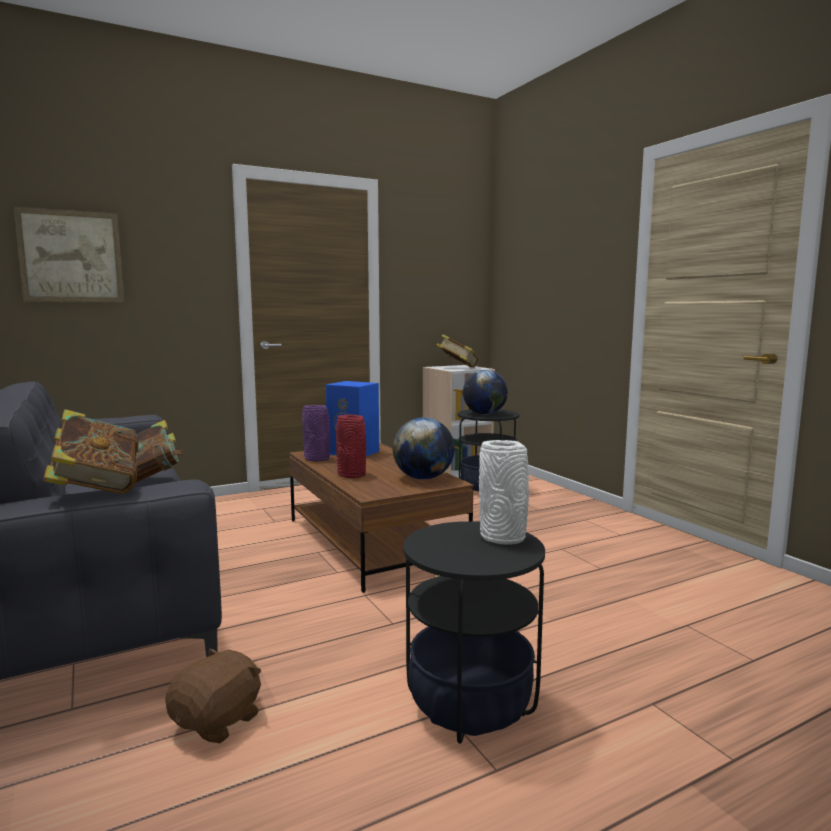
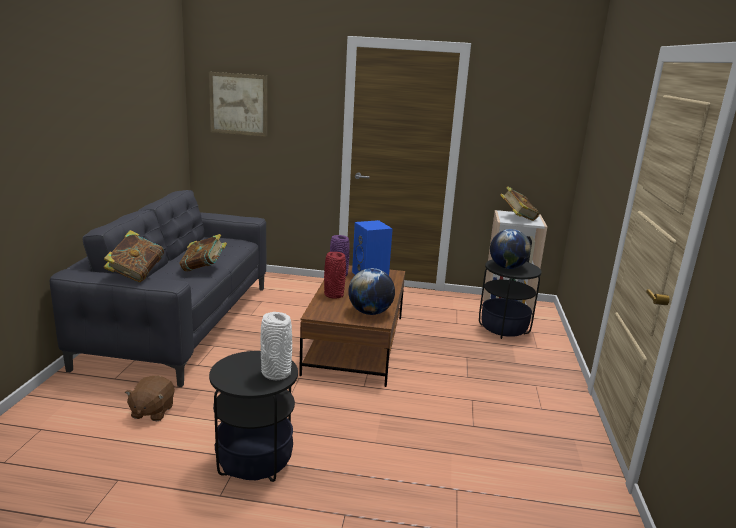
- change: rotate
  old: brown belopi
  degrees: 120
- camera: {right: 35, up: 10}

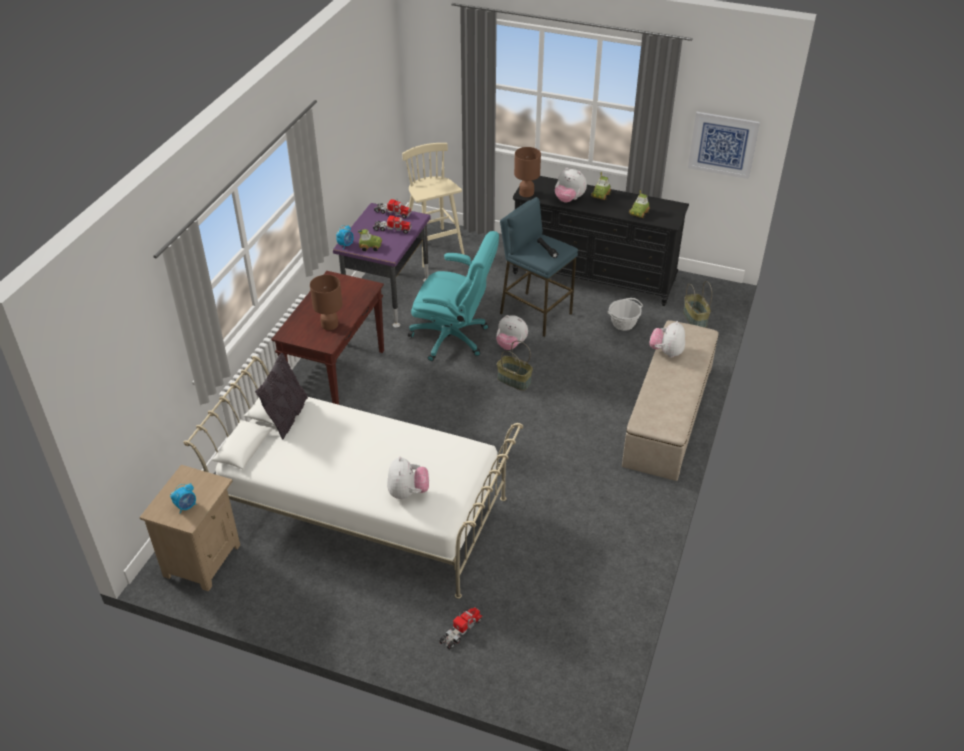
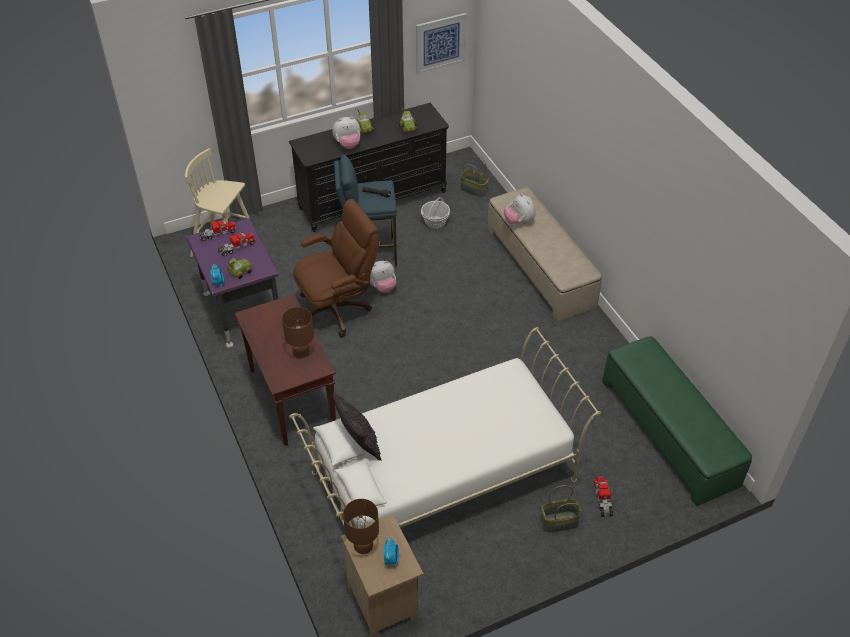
- change: move
  old: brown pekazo (2nd from left)
- change: recolor
  old: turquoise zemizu
  new: brown zemizu
- change: move
  old: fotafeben (1st from left in the first image)
  new: fotafeben (3rd from left)
- change: delete
  old: belopi (1st from left)
- change: insert
  new: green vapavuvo
- camera: {right: -45, up: 5}

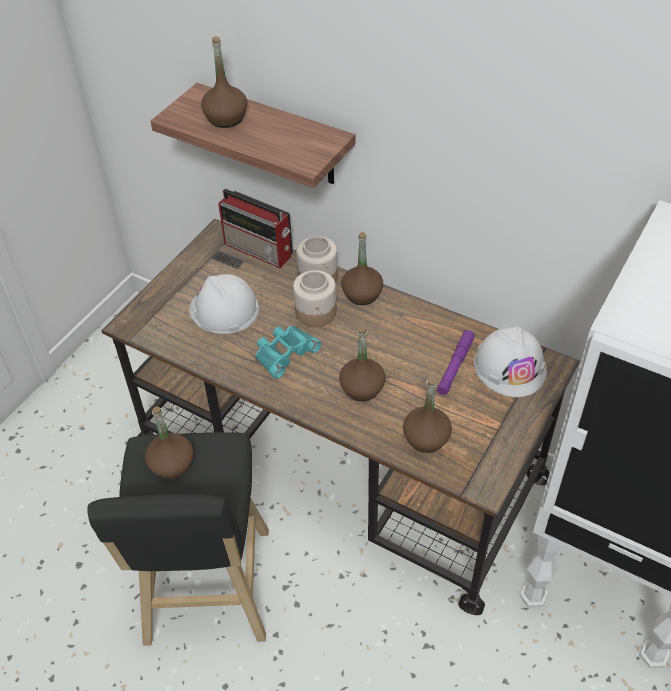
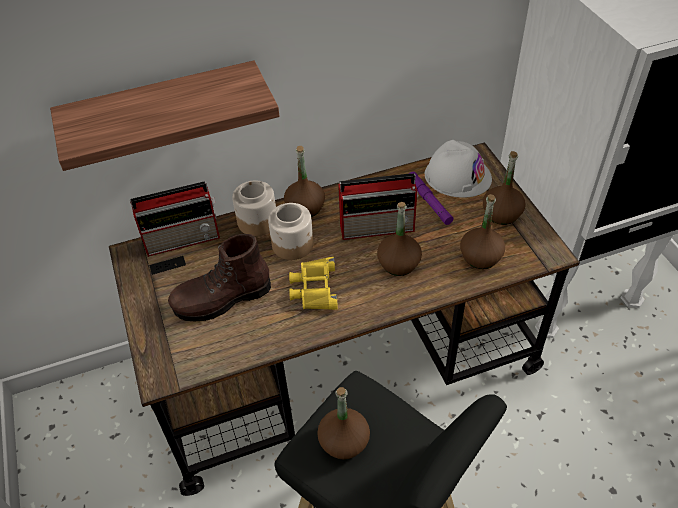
- change: move
  old: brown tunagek (2nd from left in the first image)
  new: brown tunagek (5th from left)
- change: replace
  old: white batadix (1st from left)
  new: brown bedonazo
- change: recolor
  old: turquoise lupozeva
  new: yellow lupozeva
- change: insert
  new: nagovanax (2nd from left)
- camera: {right: -50, up: 0}

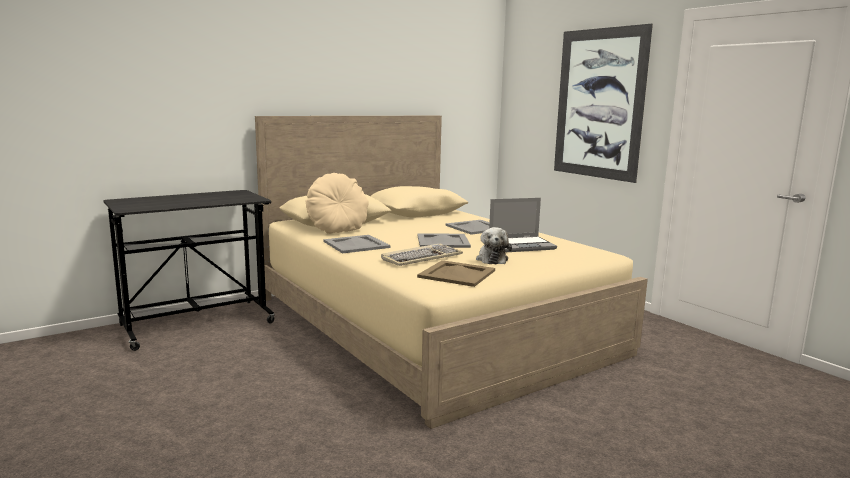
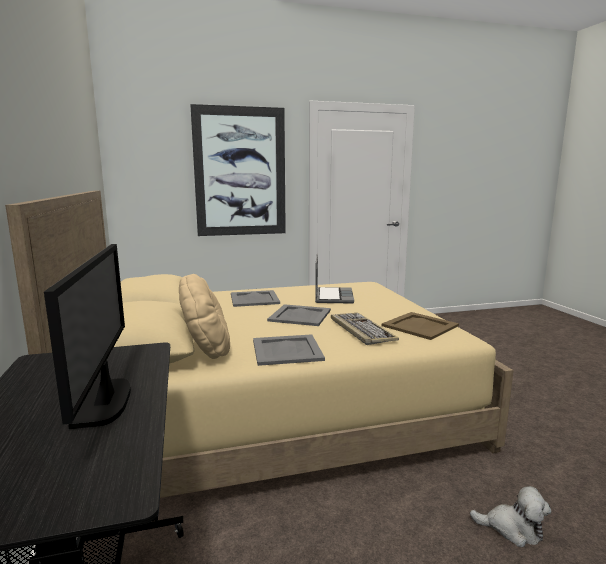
- change: move
  old: belopi
- change: insert
  new: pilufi
- camera: {right: -70, up: 0}

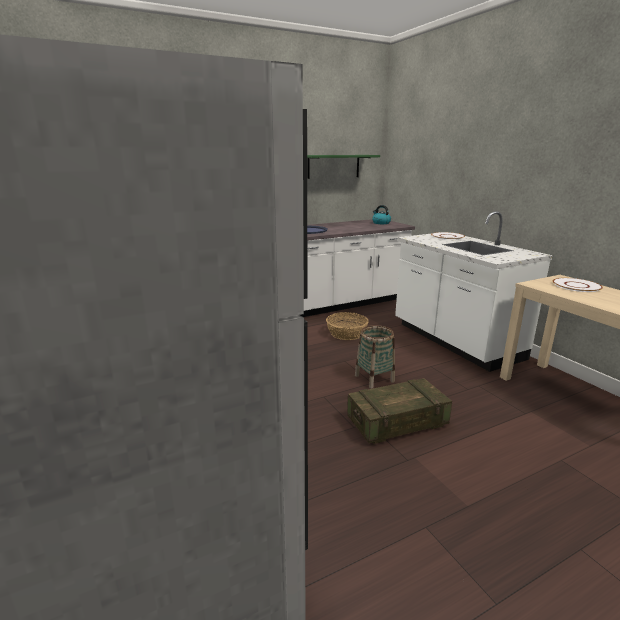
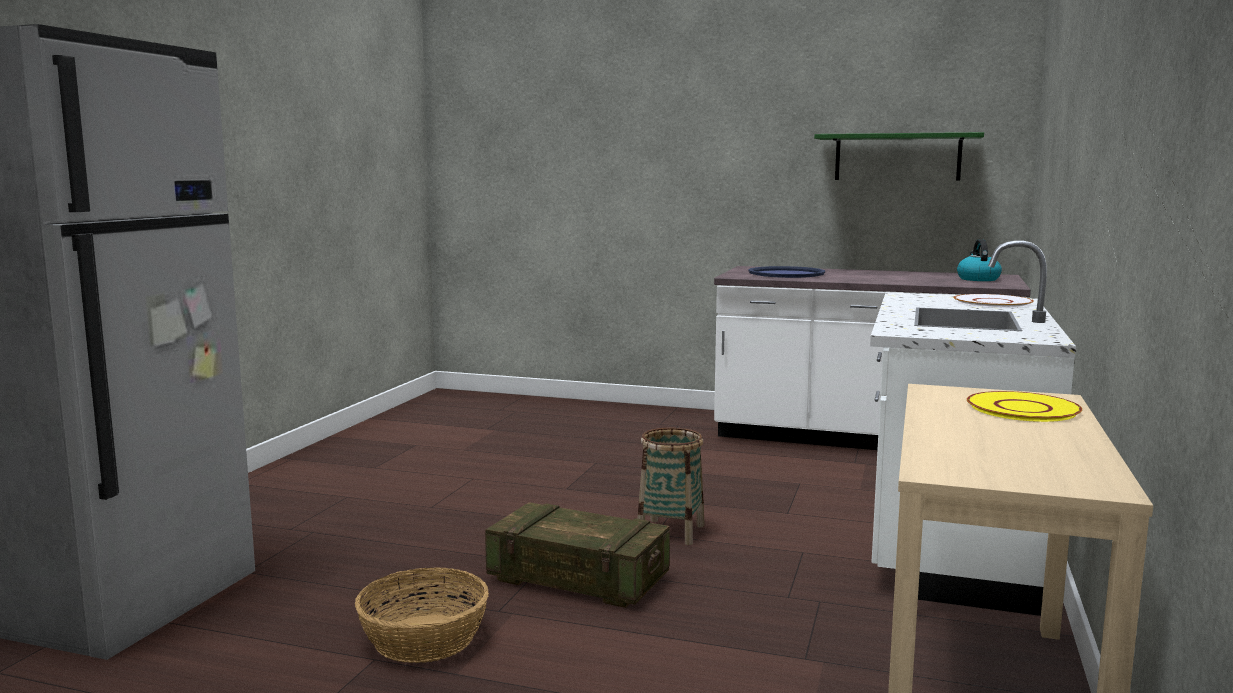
- change: recolor
  old: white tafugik (2nd from left)
  new: yellow tafugik
- change: move
  old: fotafeben (1st from left)
- camera: {right: 45, up: -10}

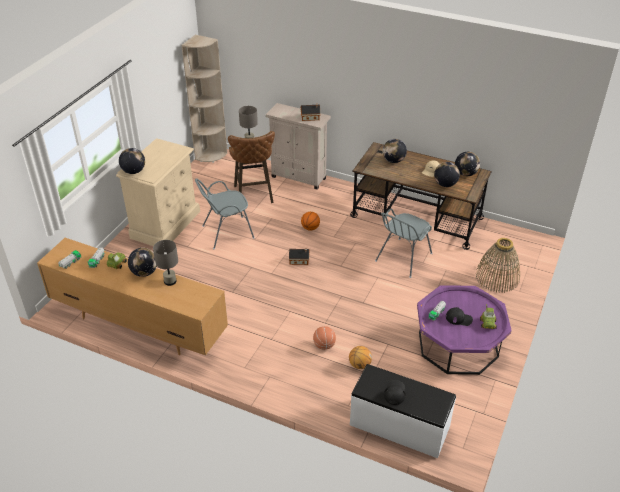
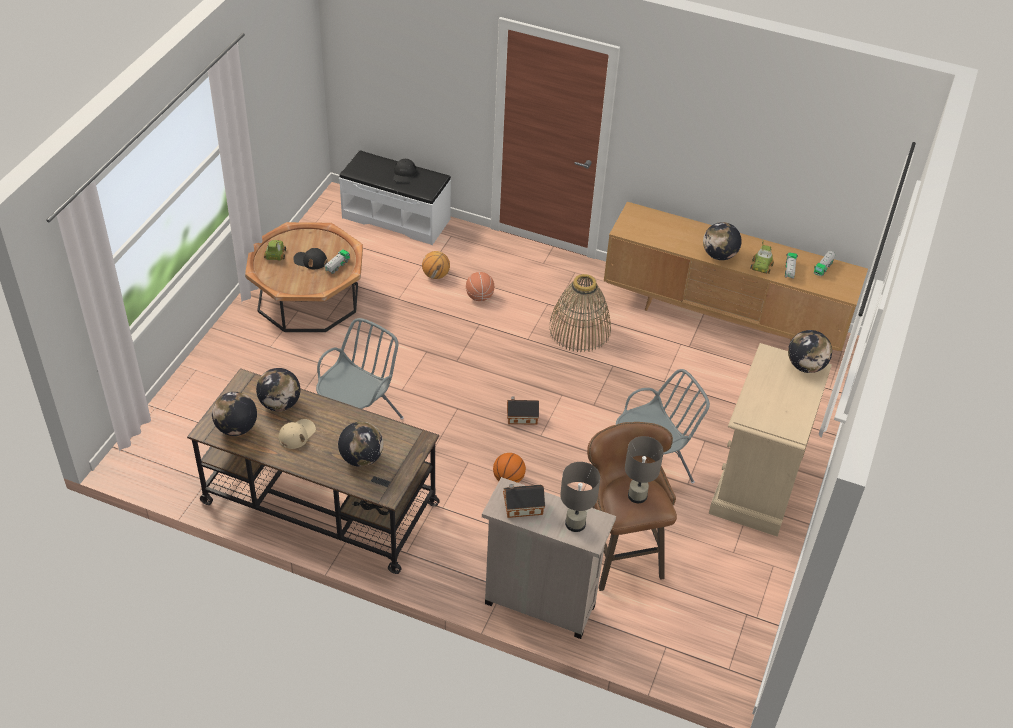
- change: delete
  old: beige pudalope
- change: move
  old: fotafeben
- change: move
  old: grey pekazo (1st from left)
- change: recolor
  old: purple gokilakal
  new: brown gokilakal
- camera: {right: 175, up: 5}

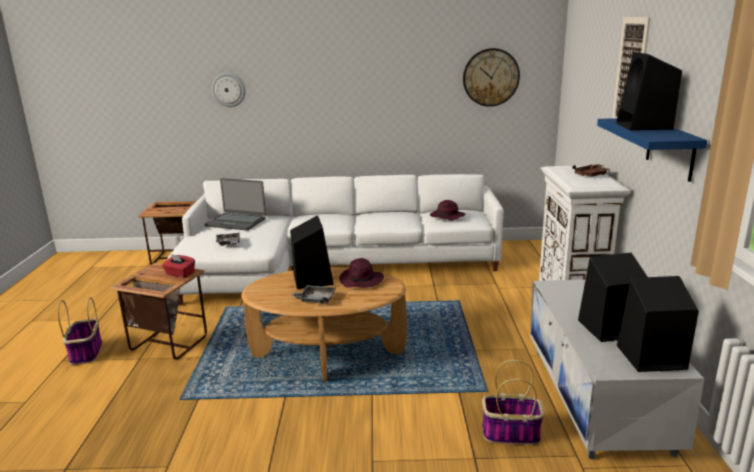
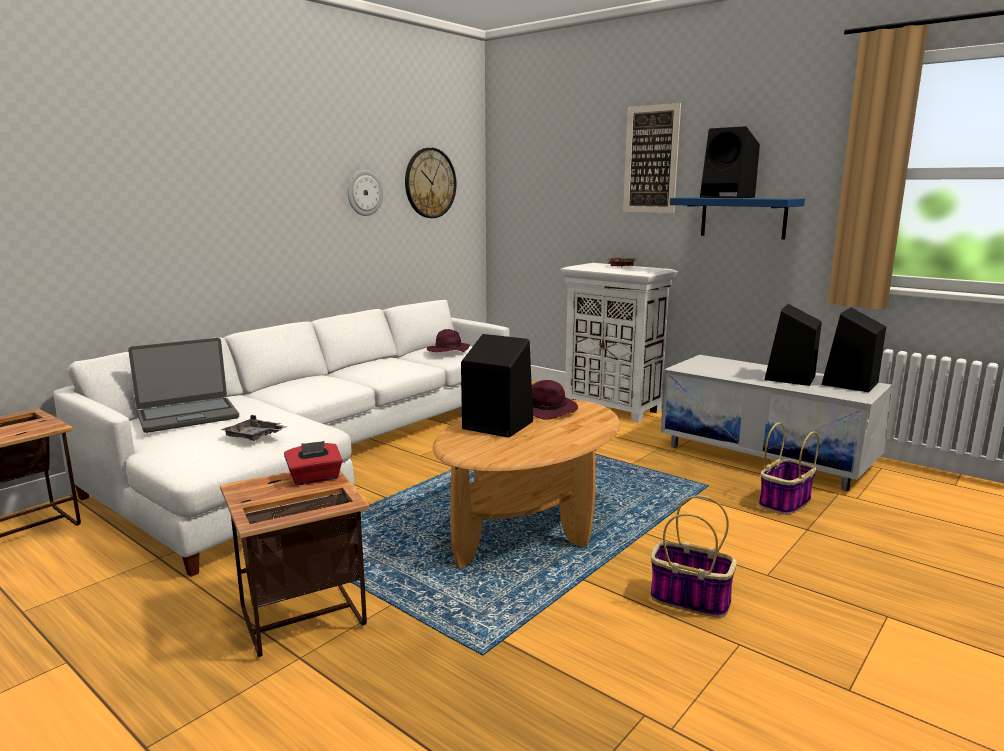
- change: move
  old: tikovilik (1st from left)
- change: delete
  old: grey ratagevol (2nd from left)
- change: move
  old: fotafeben (1st from left)
- camera: {right: -50, up: -5}

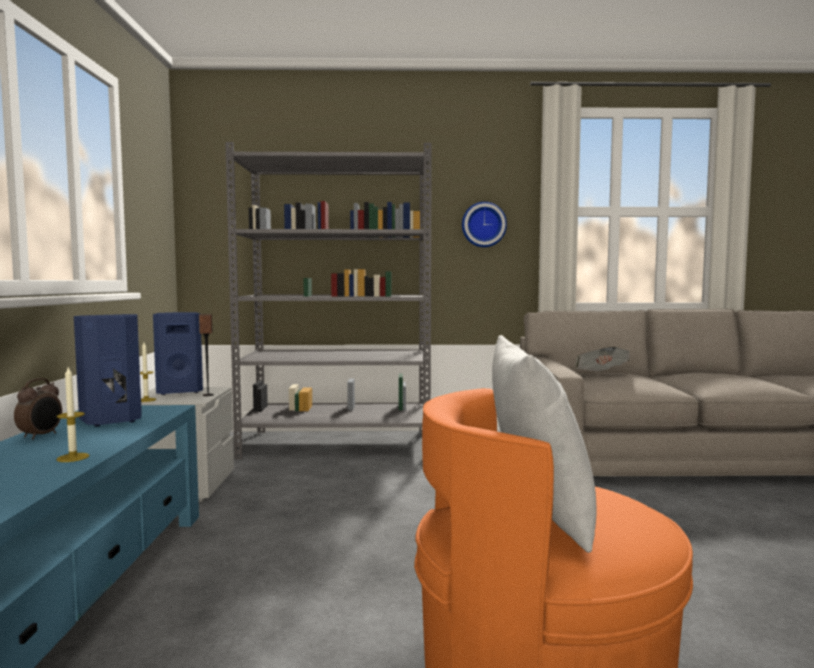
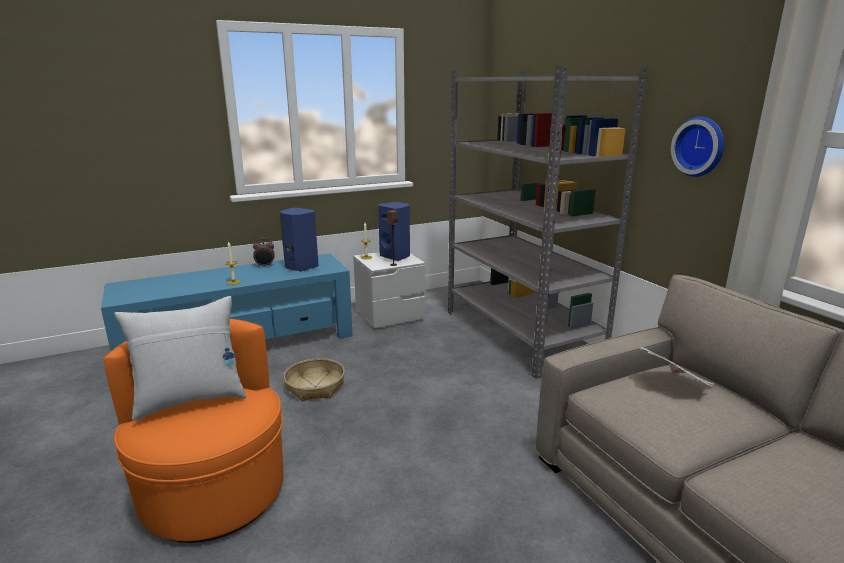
- change: insert
  new: fotafeben
- camera: {right: 65, up: 15}

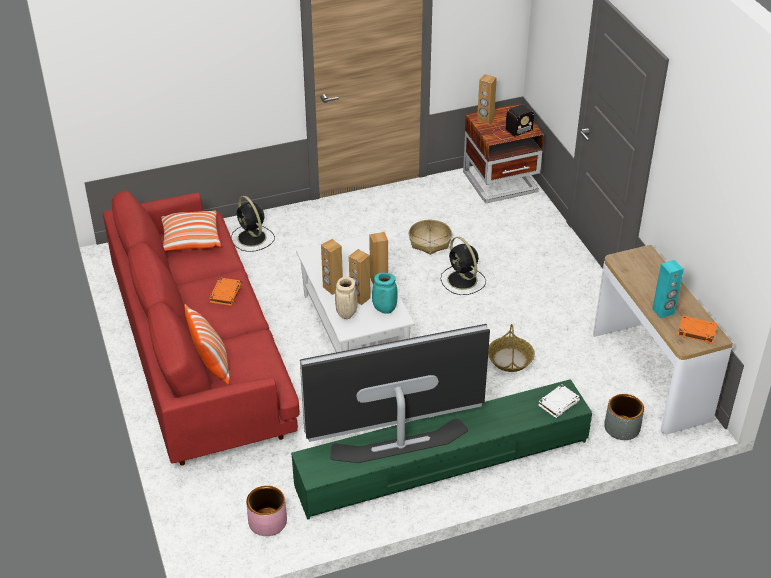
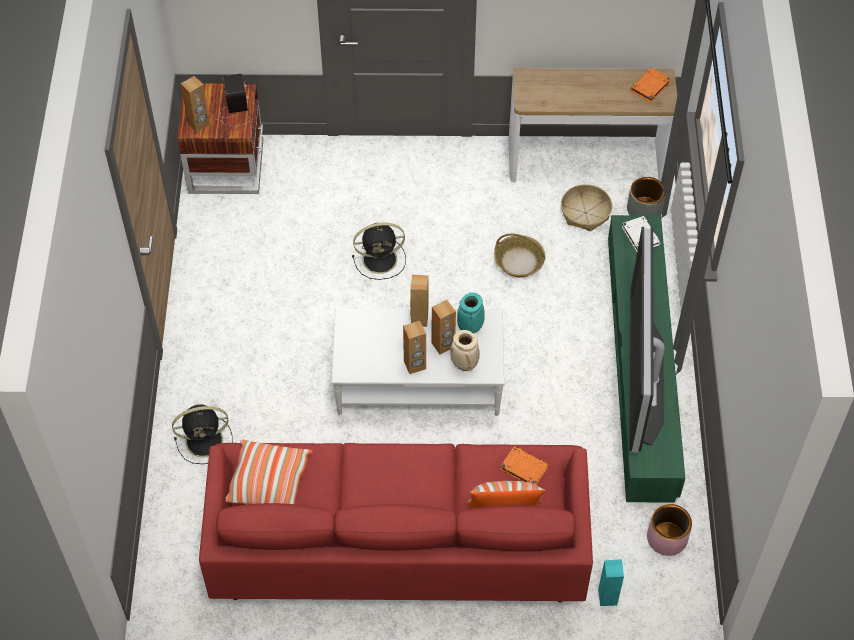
- change: move
  old: fotafeben (1st from left in the first image)
  new: fotafeben (2nd from left)
- change: move
  old: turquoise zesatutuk
- change: move
  old: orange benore (1st from left)
- camera: {right: -70, up: 15}

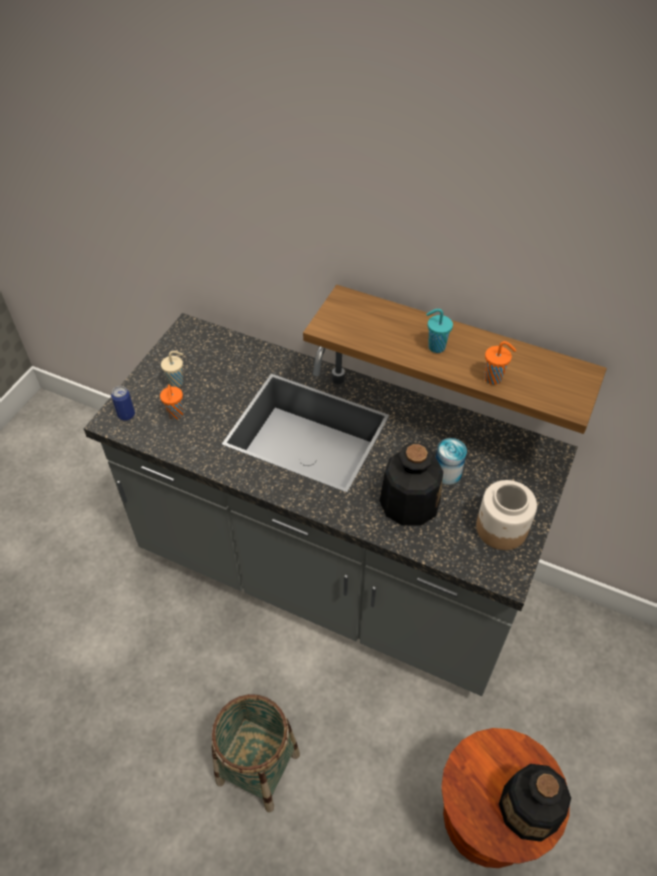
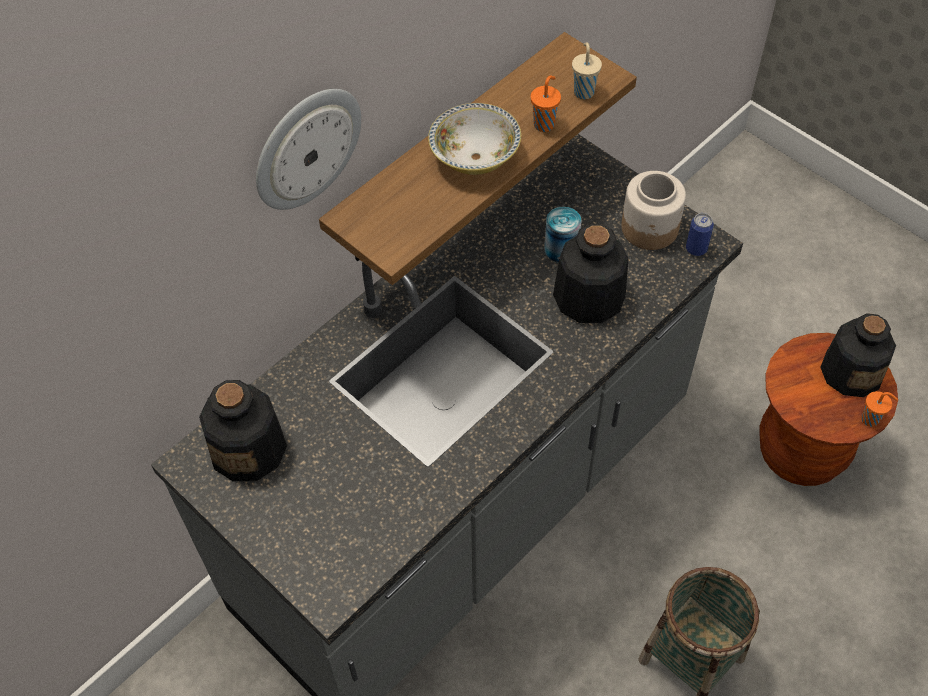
- change: replace
  old: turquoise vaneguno
  new: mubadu
- change: move
  old: beige vaneguno
- change: move
  old: orange vaneguno (1st from left in the first image)
  new: orange vaneguno (2nd from left)
- change: move
  old: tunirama (1st from left in the first image)
  new: tunirama (2nd from left)
- change: insert
  new: tikovilik
- change: insert
  new: tunagek (1st from left)
- camera: {right: -70, up: 5}

